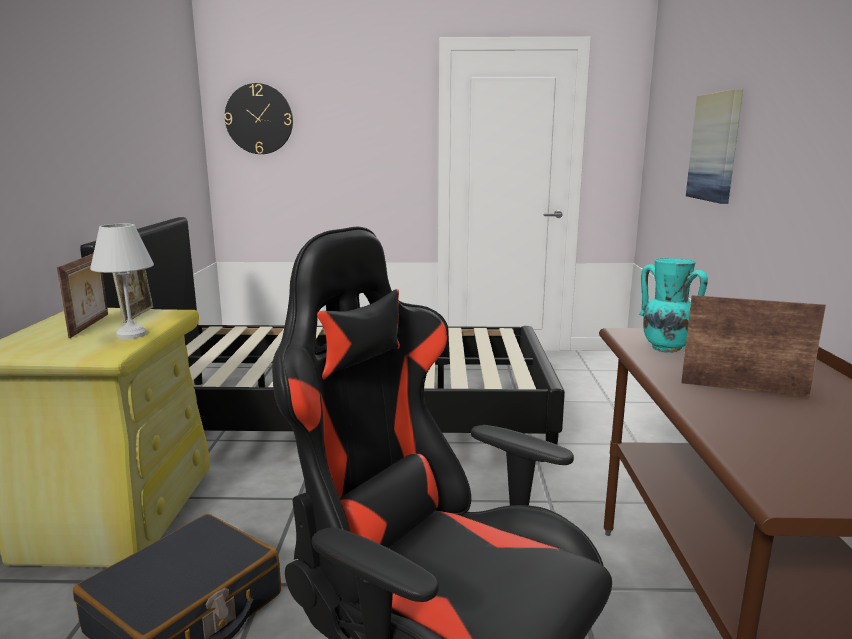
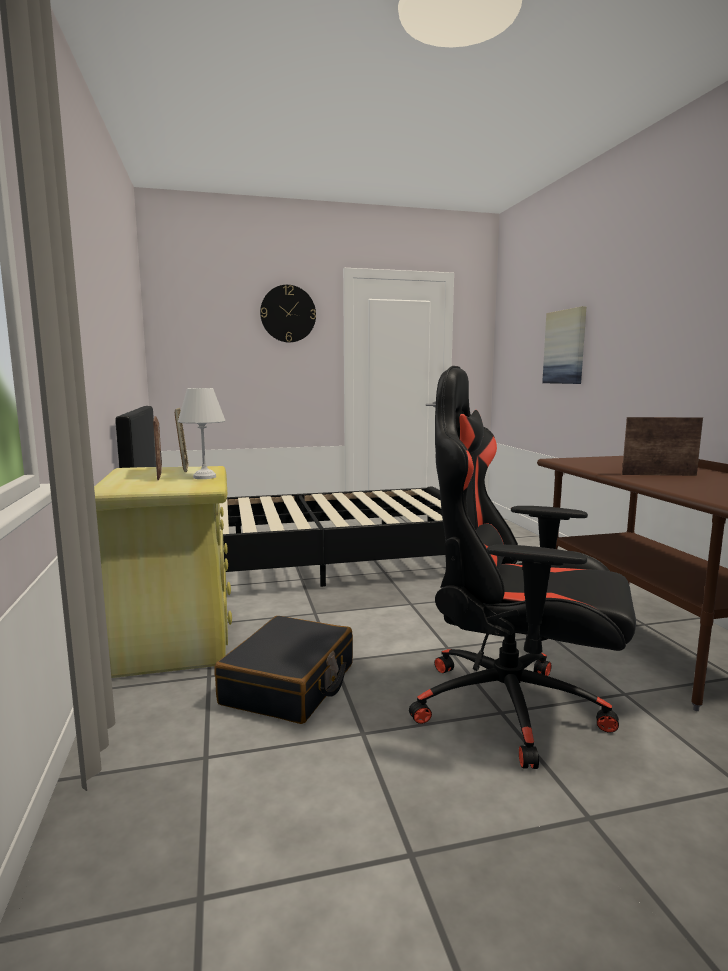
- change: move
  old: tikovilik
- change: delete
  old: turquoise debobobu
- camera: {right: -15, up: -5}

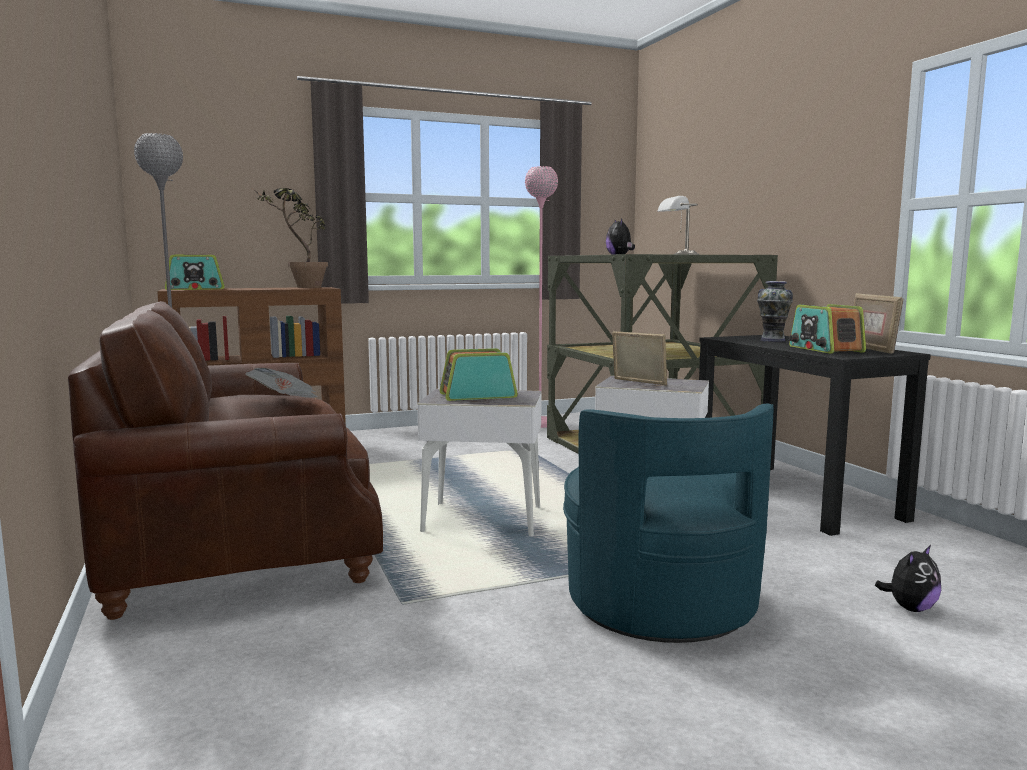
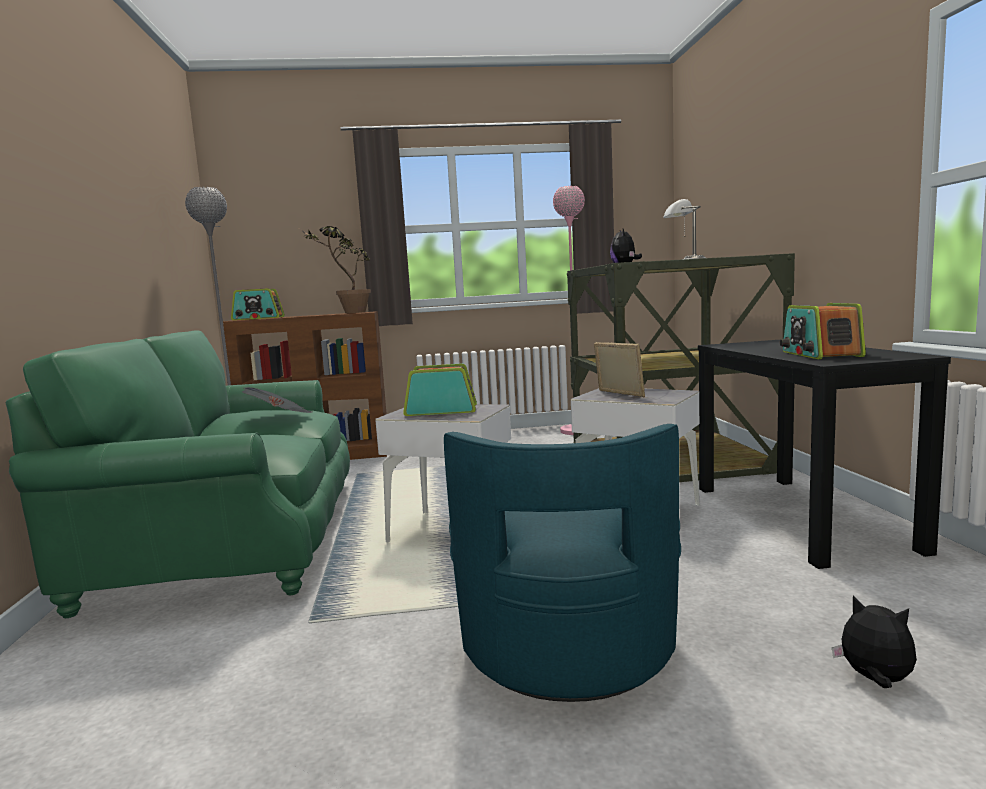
- change: delete
  old: debobobu
- change: delete
  old: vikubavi (2nd from left)
- change: recolor
  old: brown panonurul
  new: green panonurul
- change: rotate
  old: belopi (2nd from left)
  degrees: -120
- camera: {right: 15, up: 0}

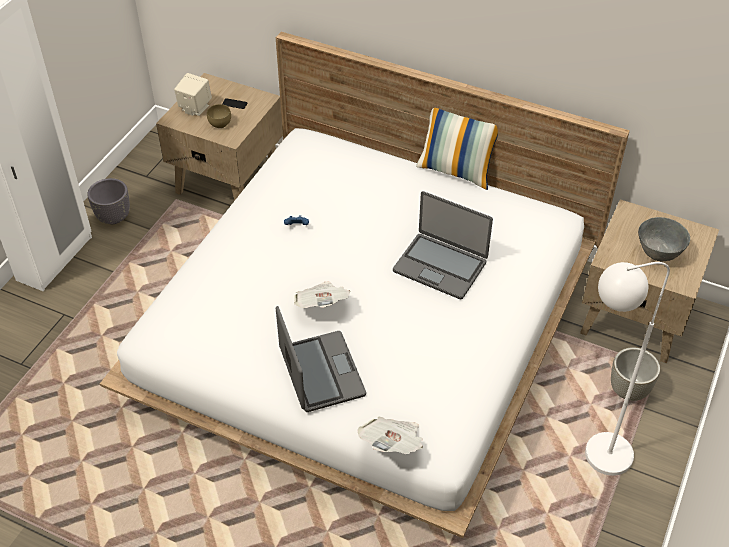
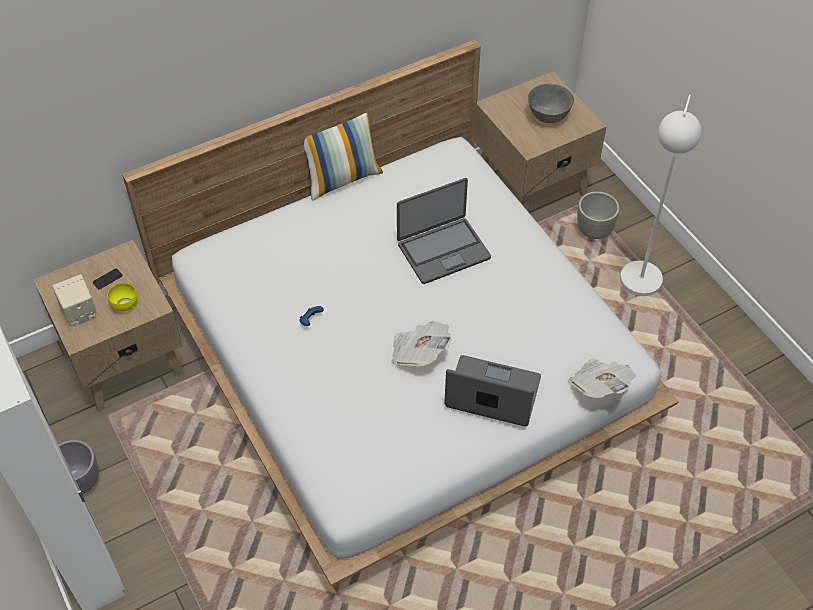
- change: recolor
  old: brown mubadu
  new: yellow mubadu
- camera: {right: -55, up: 5}

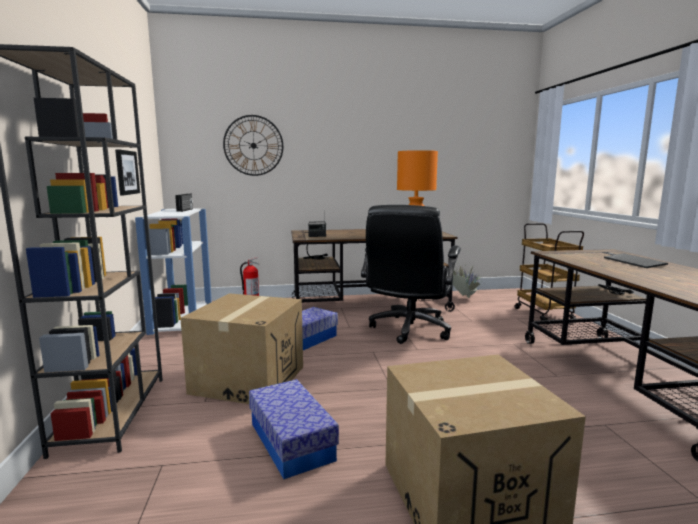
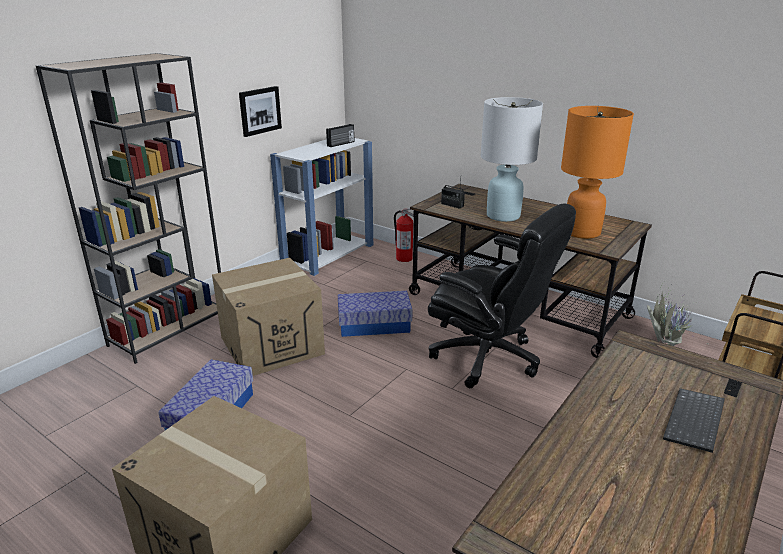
- change: delete
  old: tikovilik
- change: rotate
  old: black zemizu
  degrees: -120
- change: insert
  new: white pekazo
- camera: {right: 45, up: 15}

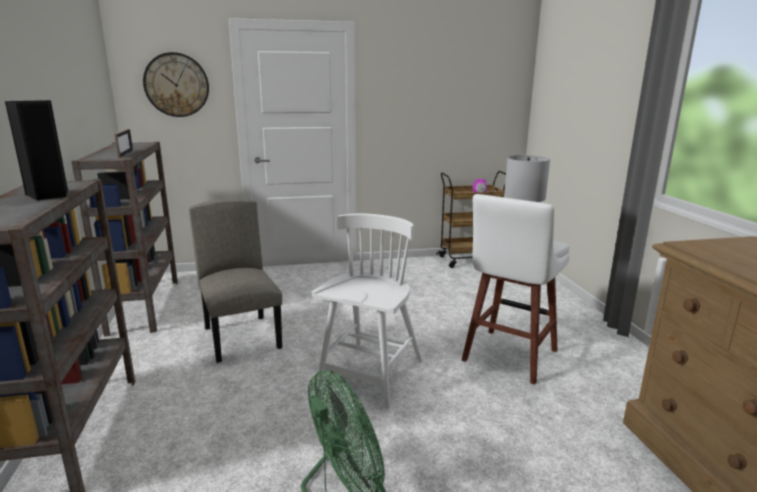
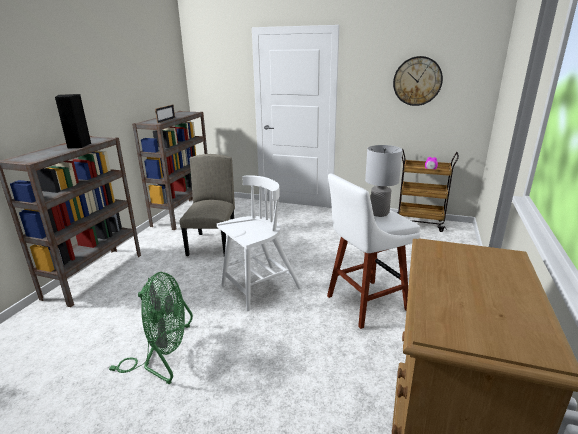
- change: move
  old: tikovilik
- camera: {right: 30, up: 5}

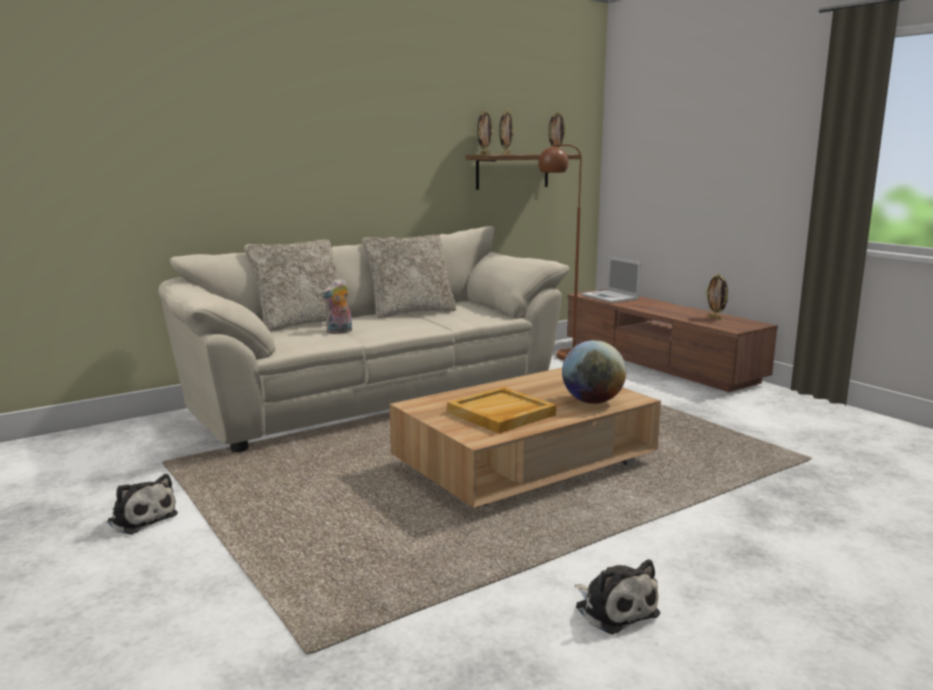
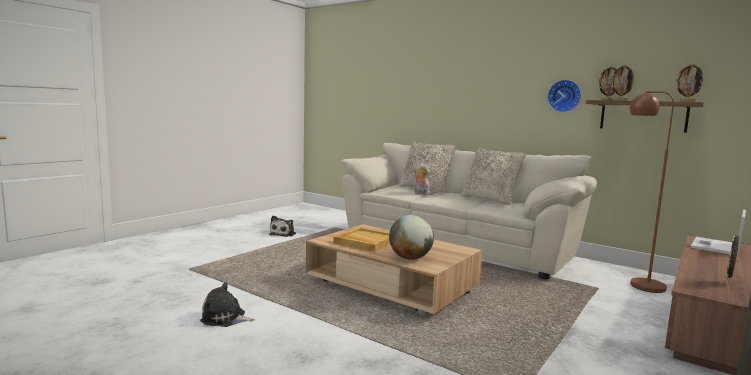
- change: rotate
  old: belopi (3rd from left in the first image)
  degrees: 60
- change: insert
  new: tikovilik
- camera: {right: 70, up: -5}

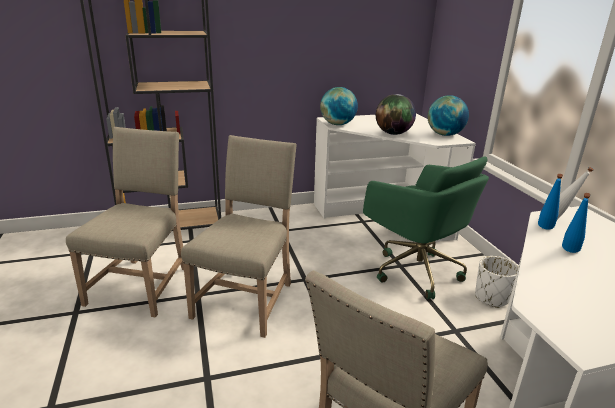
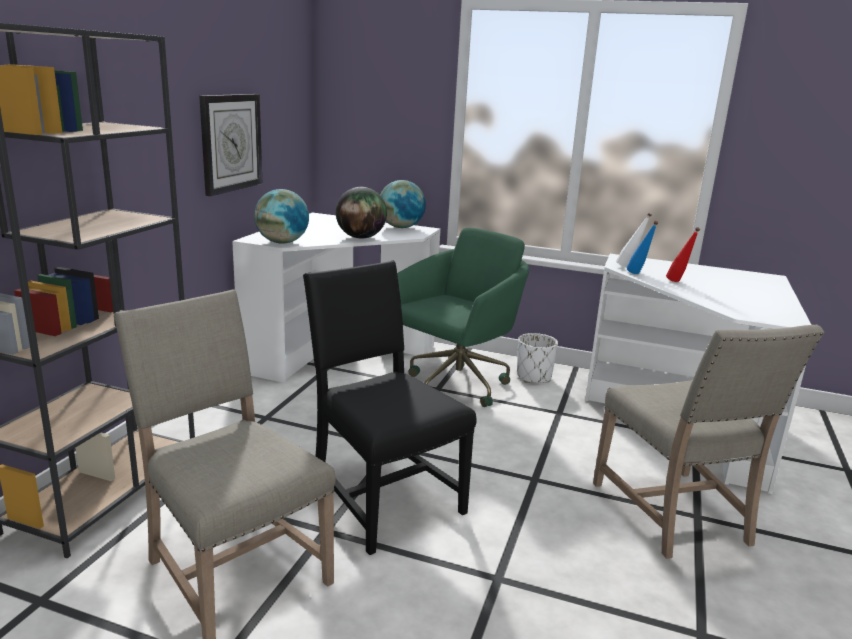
- change: recolor
  old: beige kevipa (2nd from left)
  new: black kevipa
- change: rotate
  old: green zemizu
  degrees: -45
- change: recolor
  old: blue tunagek (2nd from left)
  new: red tunagek
- change: insert
  new: tikovilik
- camera: {right: -55, up: -5}

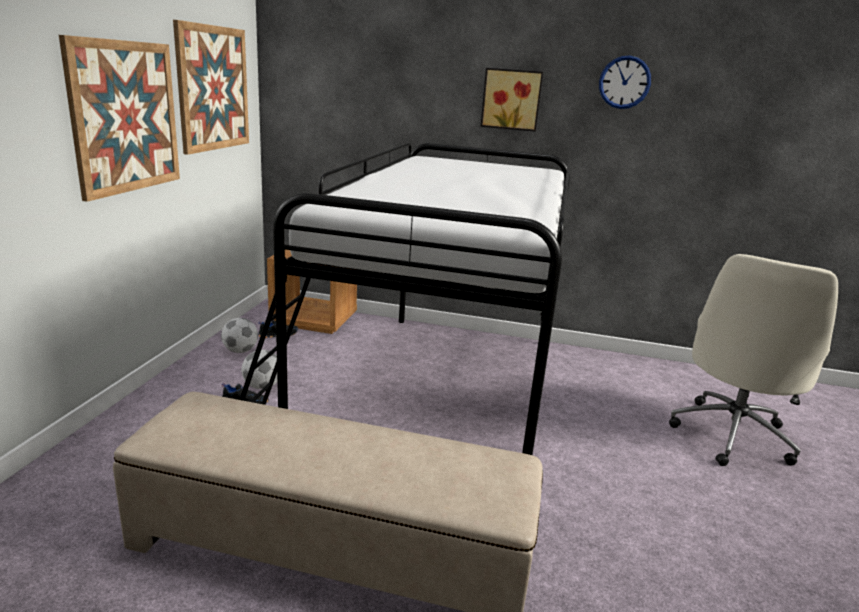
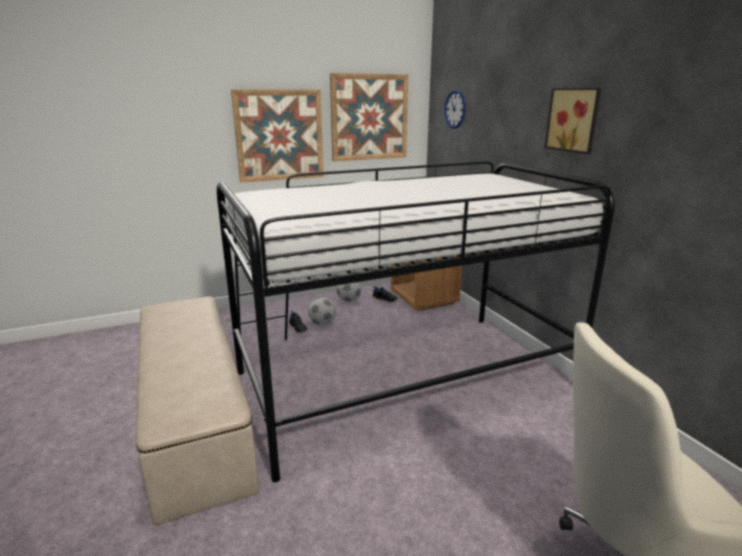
- change: move
  old: tikovilik
- camera: {right: 55, up: 0}

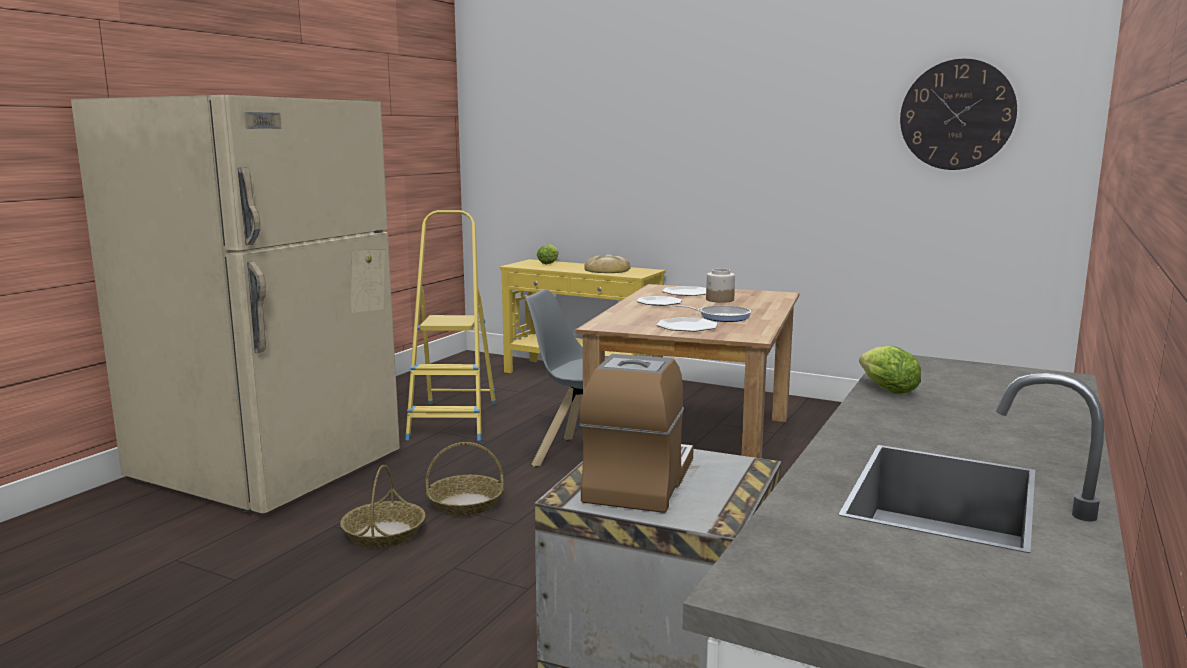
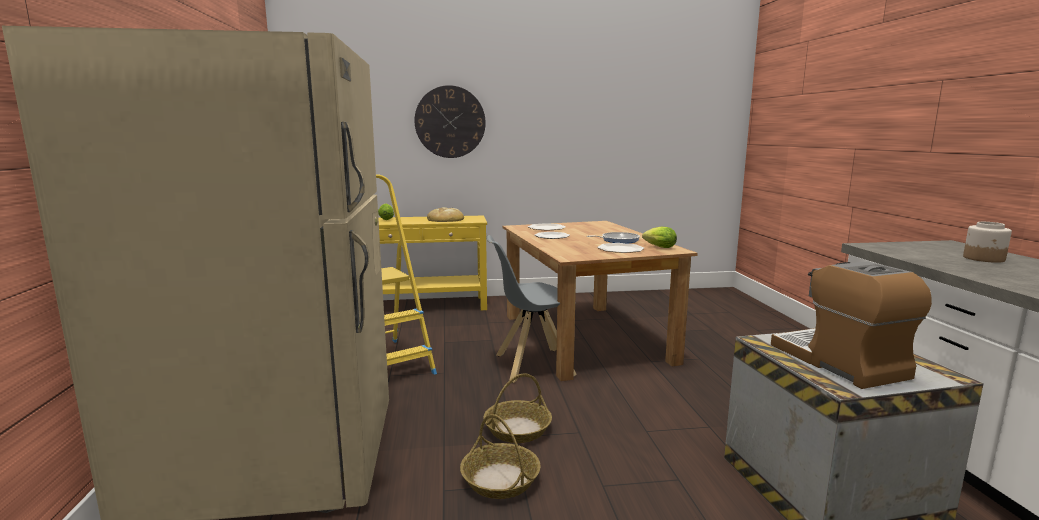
- change: move
  old: tikovilik
- change: move
  old: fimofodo
- change: move
  old: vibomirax (2nd from left)
- camera: {right: -35, up: 0}

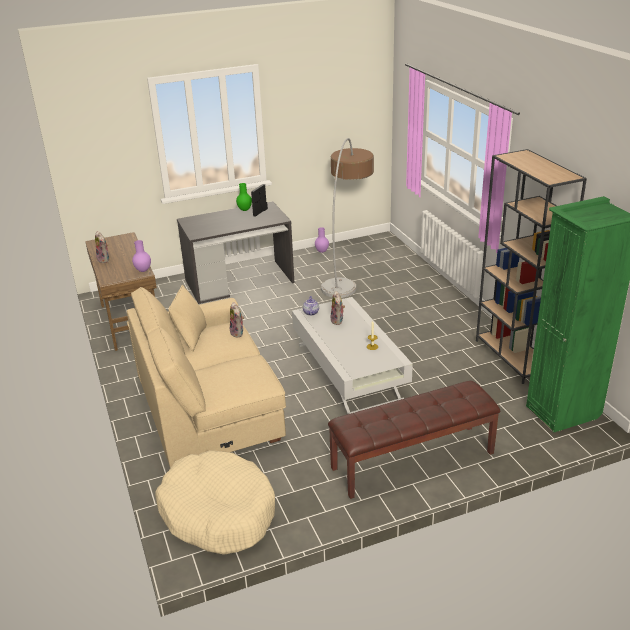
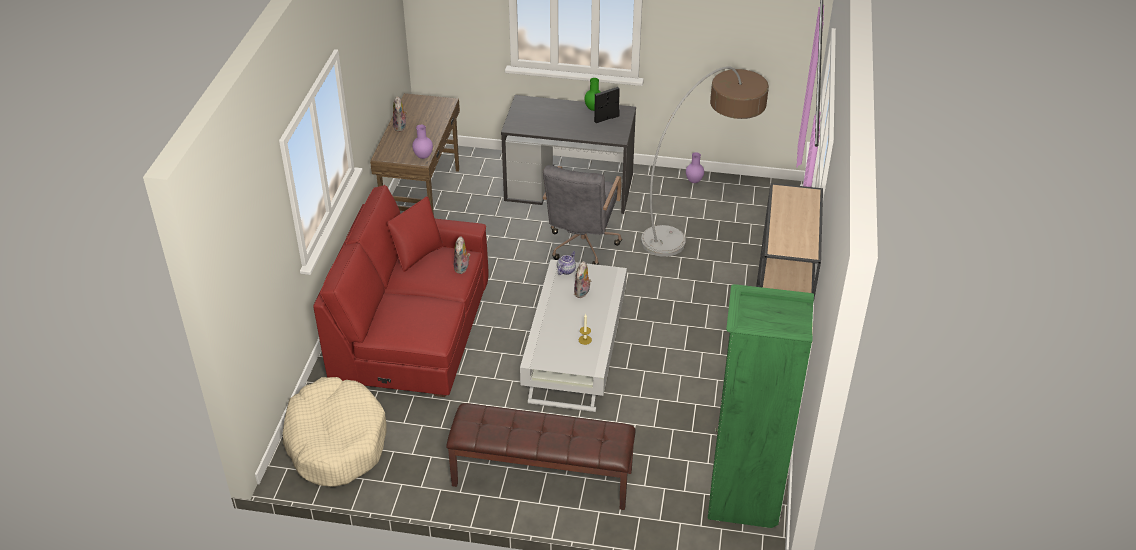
- change: recolor
  old: beige panonurul
  new: red panonurul
- change: insert
  new: grey zemizu
- camera: {right: 30, up: 10}

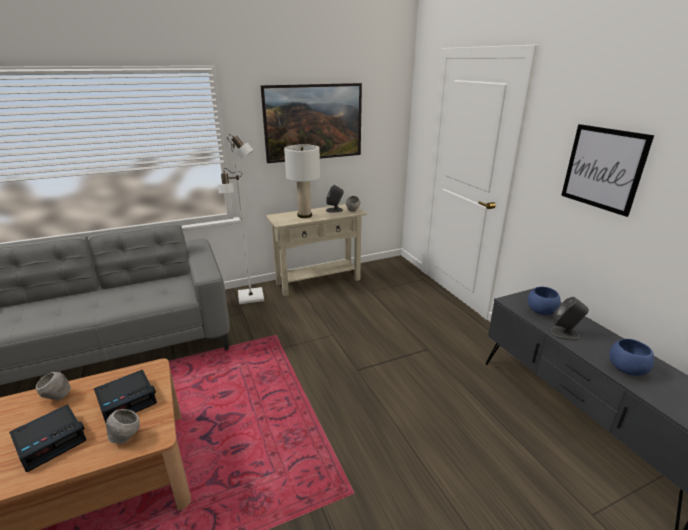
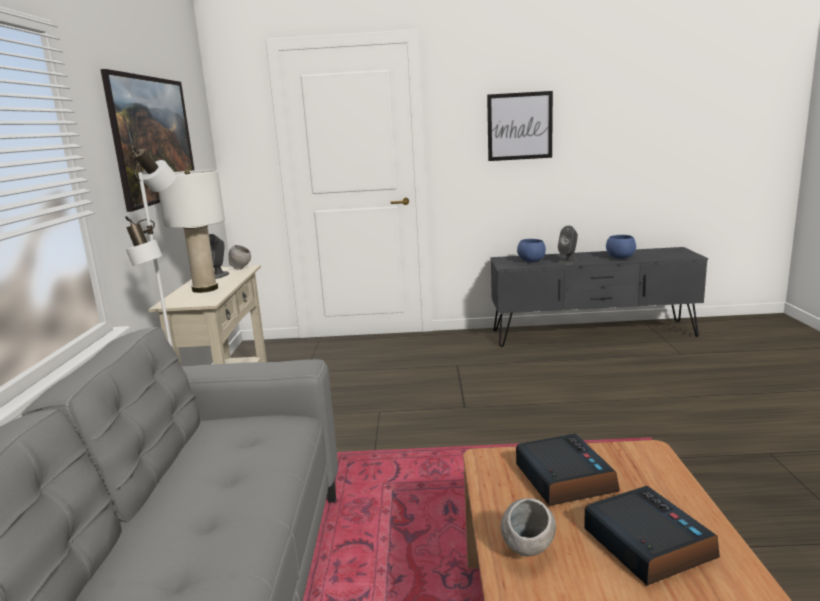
- change: delete
  old: grey mubadu (2nd from left)
- camera: {right: -65, up: -10}

